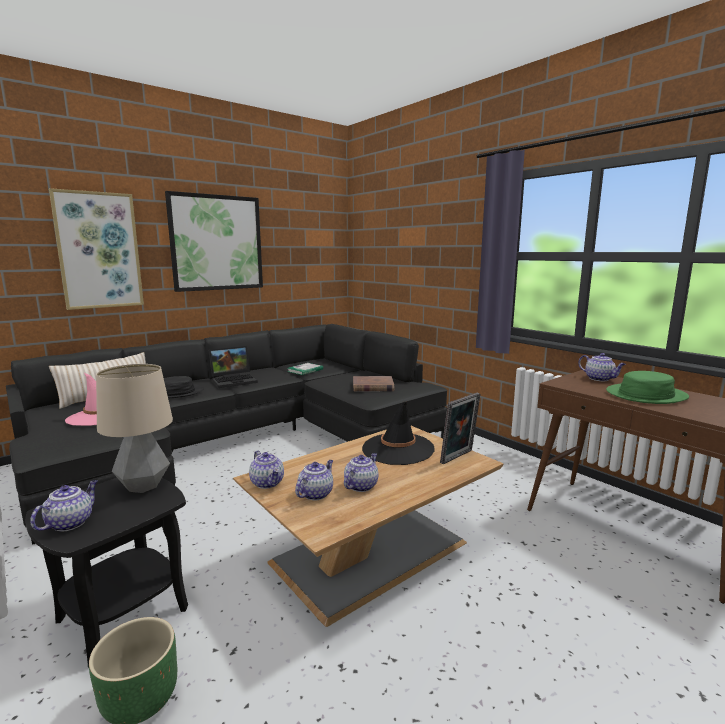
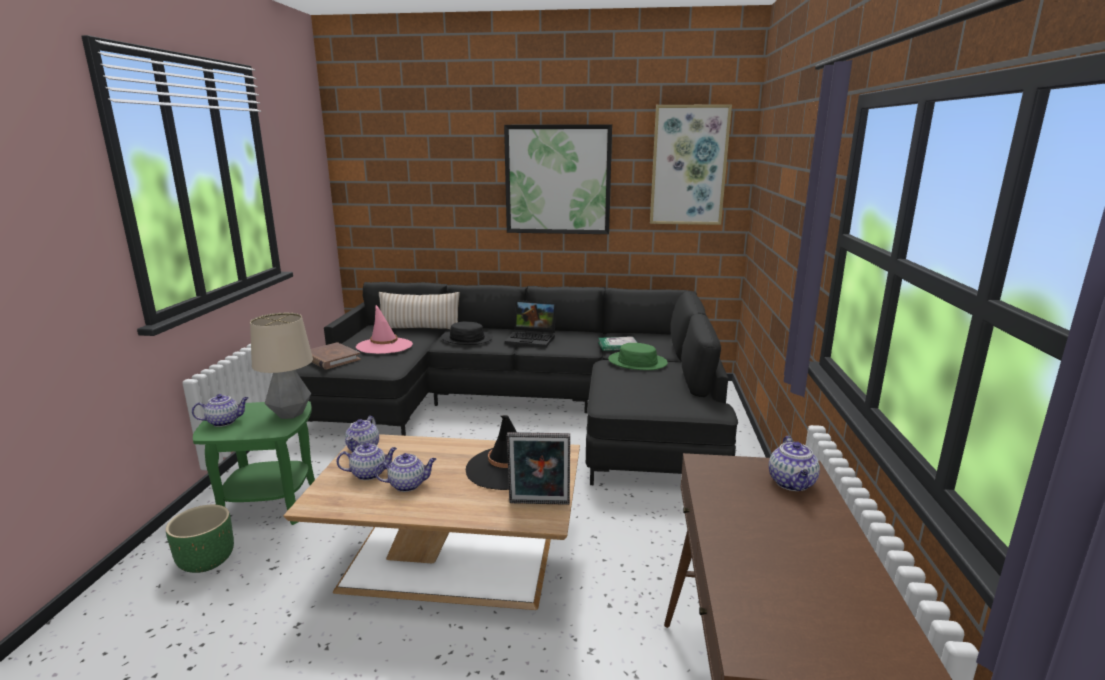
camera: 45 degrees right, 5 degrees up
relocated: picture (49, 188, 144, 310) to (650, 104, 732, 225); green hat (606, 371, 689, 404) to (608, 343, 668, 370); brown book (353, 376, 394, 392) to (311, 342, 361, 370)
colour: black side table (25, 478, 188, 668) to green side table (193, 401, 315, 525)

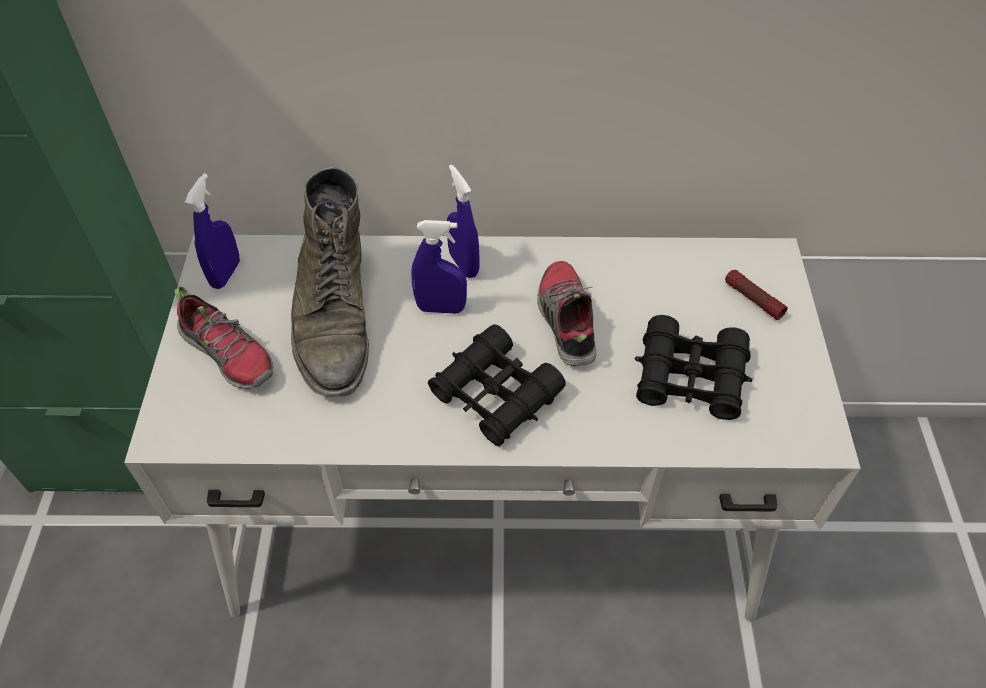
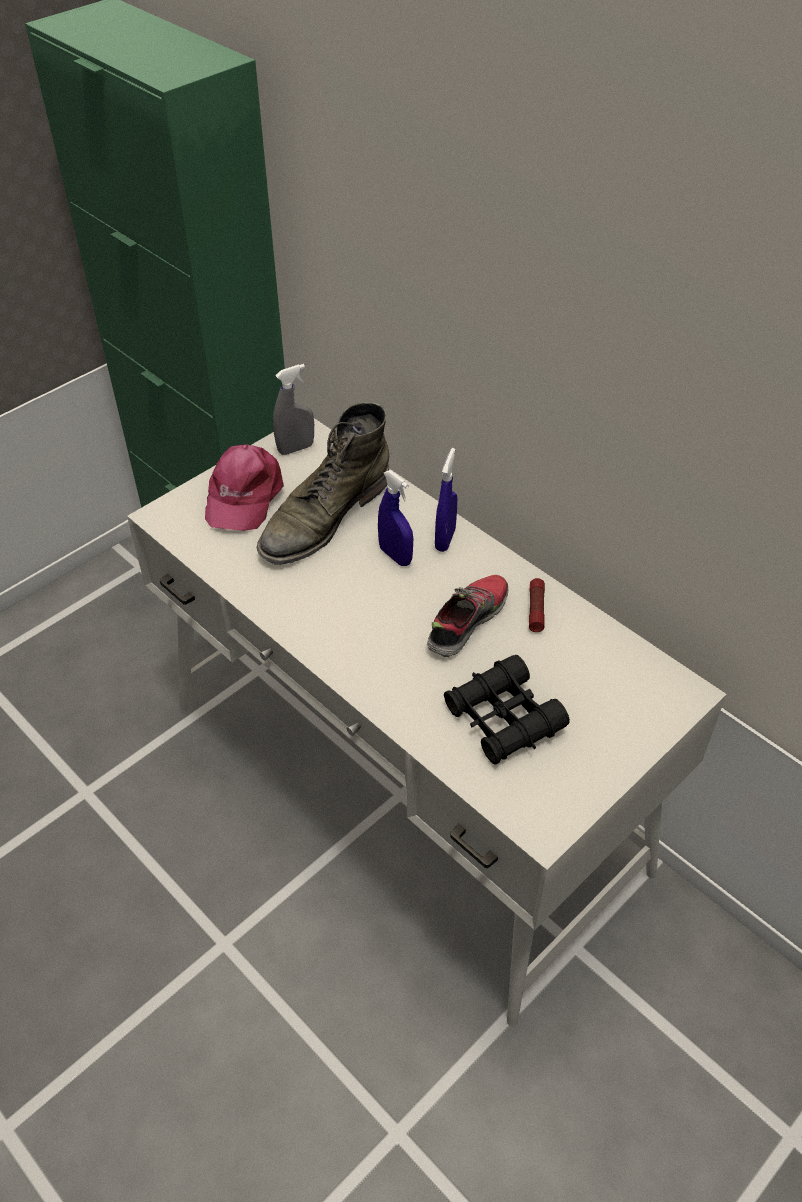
camera: 45 degrees right, 5 degrees down
missing: black binoculars (428, 324, 566, 446)
relocated: flashlight (725, 270, 788, 320) to (529, 578, 545, 632)
exchanged: shoe (174, 287, 274, 389) to pink cap (205, 444, 284, 531)
colour: blue spray bottle (185, 173, 240, 289) to grey spray bottle (273, 364, 314, 455)

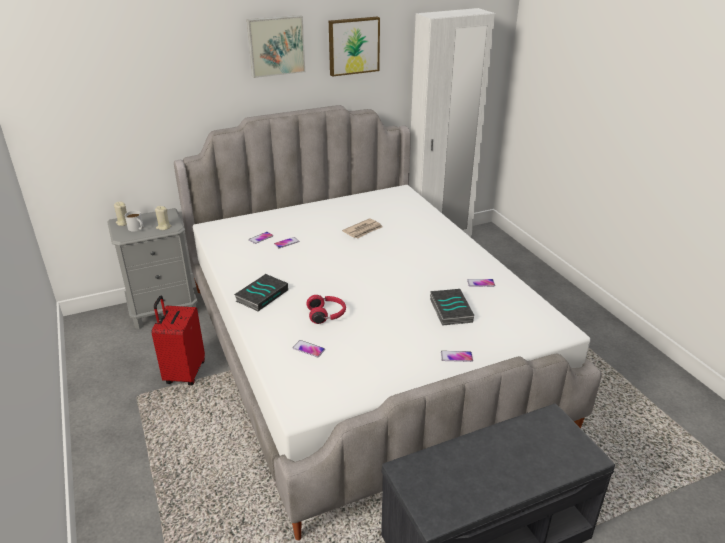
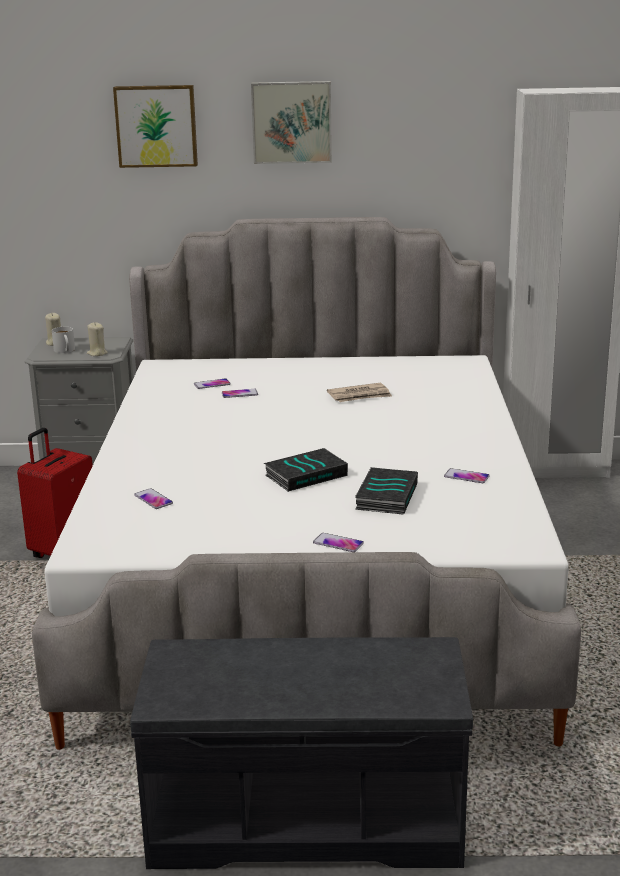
camera: 25 degrees right, 10 degrees down
missing: red headphones (306, 295, 346, 324)
relocated: picture (329, 17, 380, 77) to (113, 85, 198, 168); book (234, 274, 288, 311) to (264, 448, 348, 492)

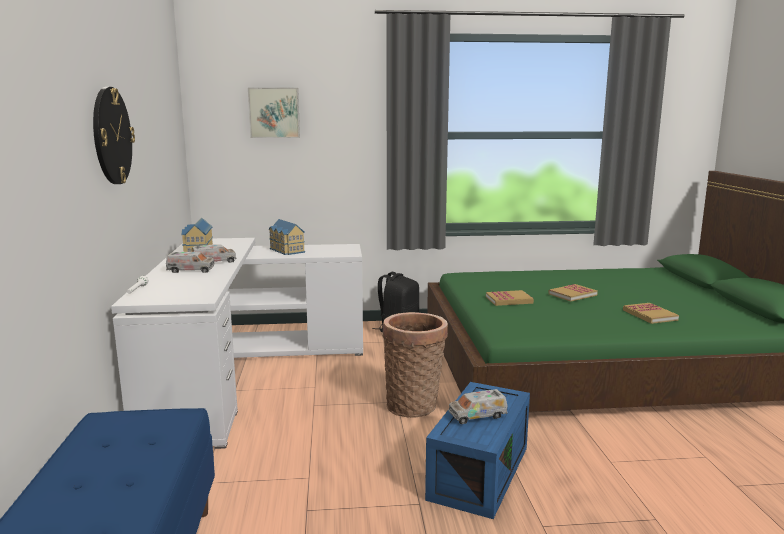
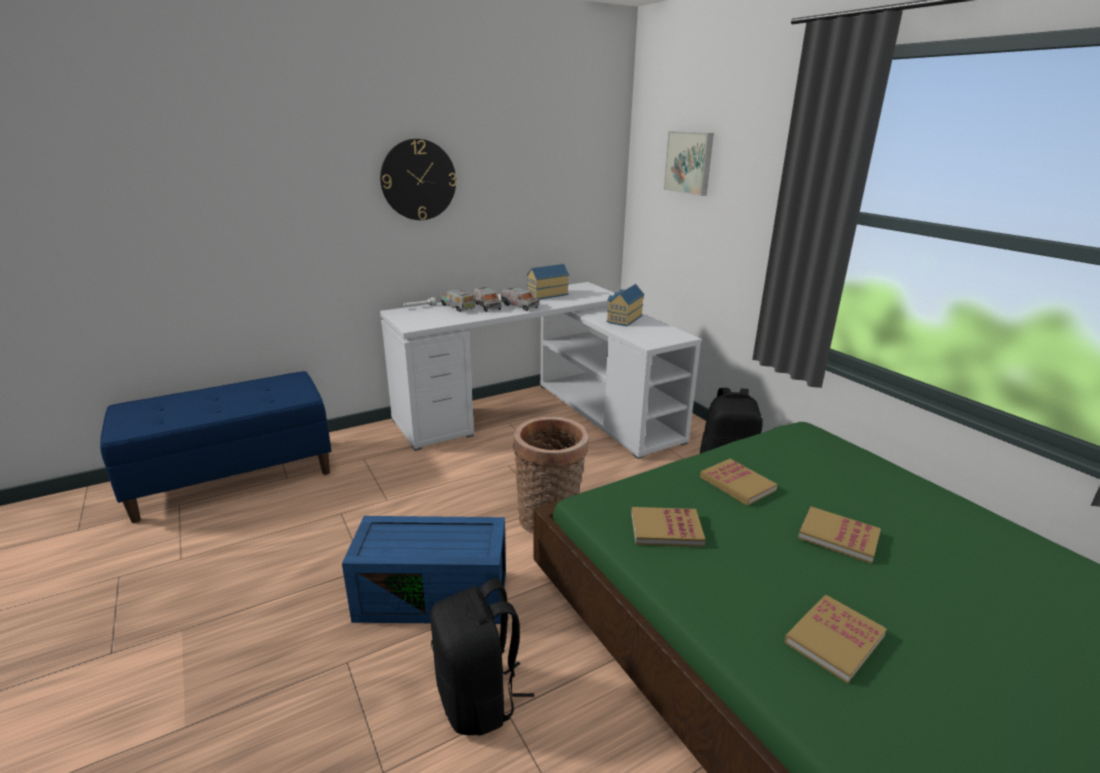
camera: 65 degrees right, 10 degrees up
appeared: book (631, 507, 705, 547); black backpack (430, 579, 534, 736)
relocated: toy truck (448, 389, 508, 424) to (441, 290, 475, 312)

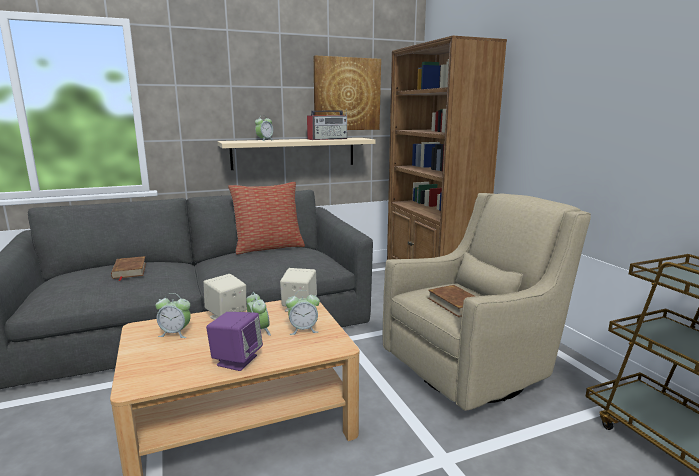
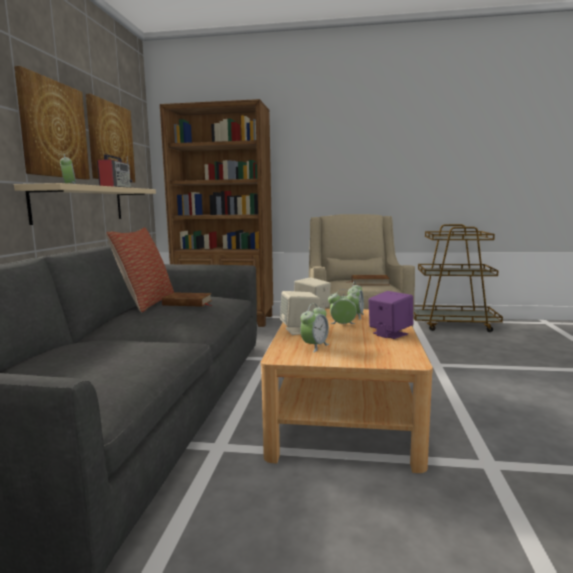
camera: 60 degrees left, 5 degrees down
appeared: picture (14, 66, 90, 180)
relocated: brown book (111, 256, 146, 281) to (162, 292, 212, 307)

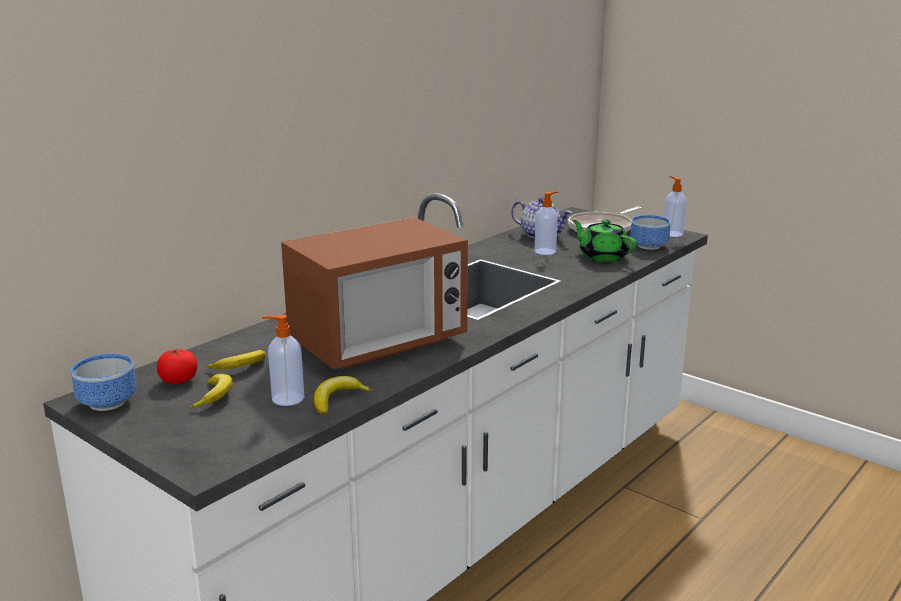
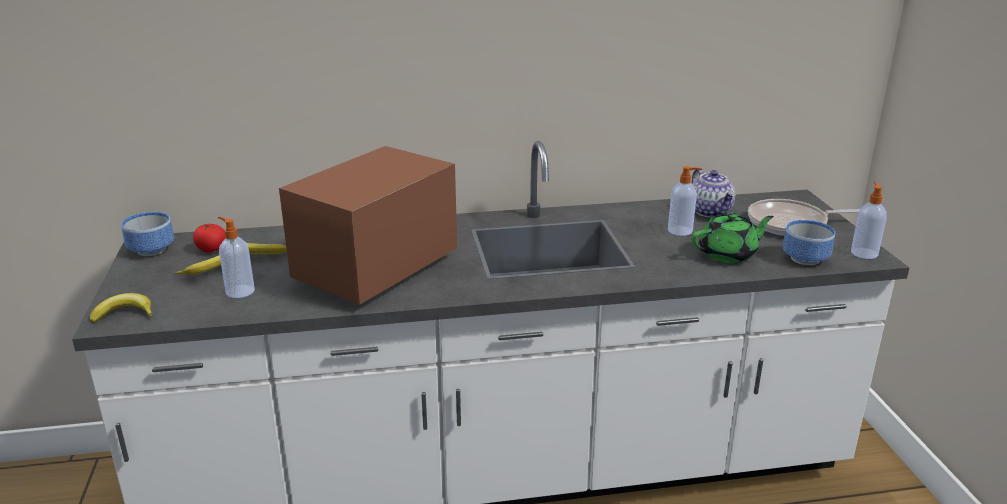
camera: 40 degrees right, 5 degrees up
relocated: banana (314, 376, 373, 415) to (90, 293, 153, 323)
spun: microwave (281, 217, 468, 370) = (279, 146, 457, 305) 120 degrees clockwise; green teapot (572, 219, 637, 262) = (692, 213, 774, 263) 75 degrees clockwise

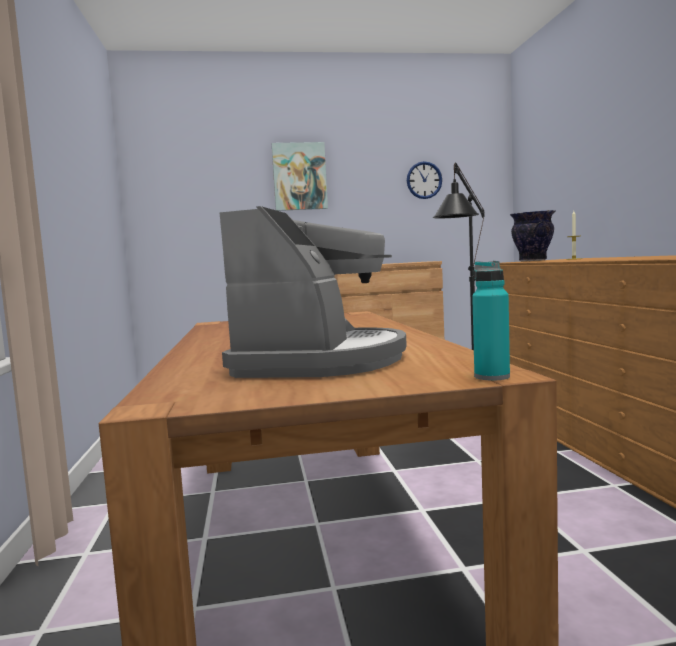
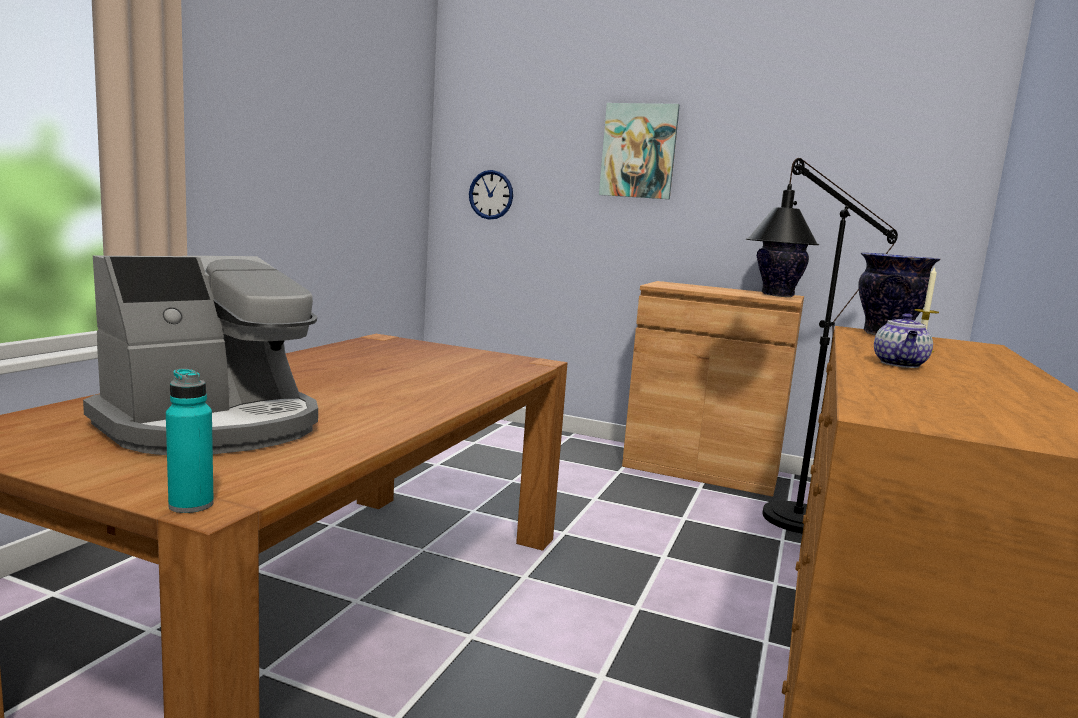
camera: 30 degrees right, 5 degrees up
appeared: vase (757, 241, 809, 297); teapot (874, 313, 933, 368)
relocated: wall clock (407, 161, 442, 199) to (469, 170, 513, 220)

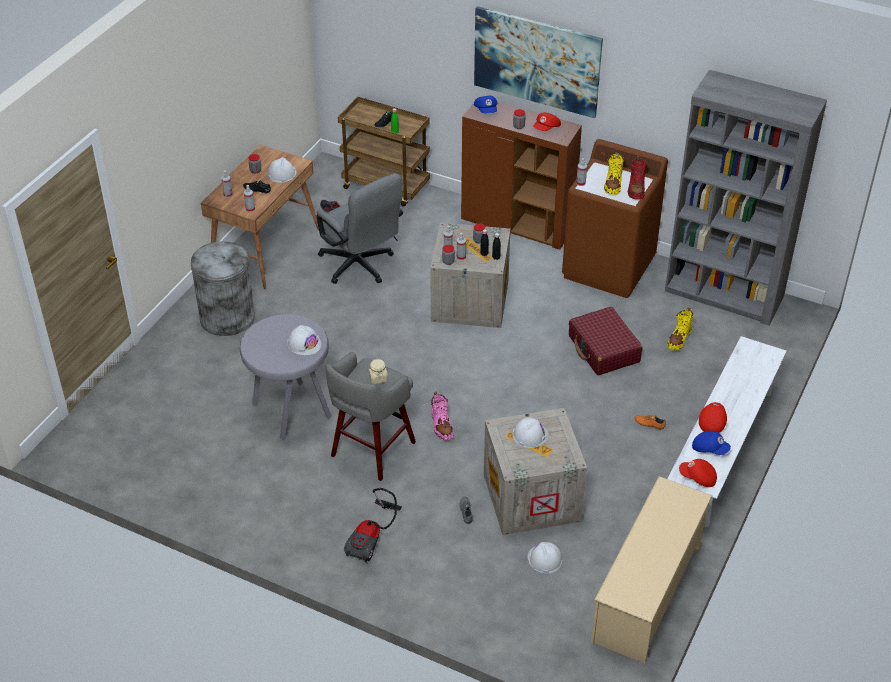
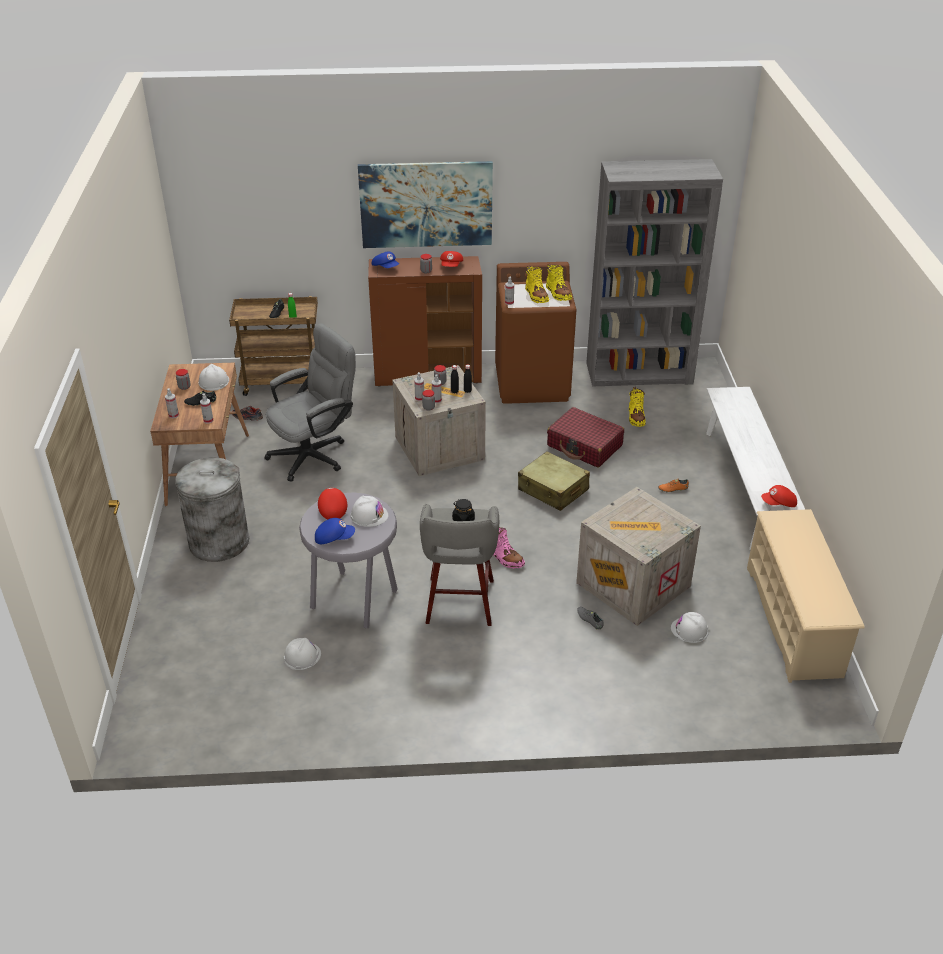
camera: 30 degrees left, 5 degrees down
missing: vacuum cleaner (344, 488, 402, 563)
appeared: beige suitcase (518, 451, 590, 511)
relocated: red cap (699, 402, 727, 433) to (318, 488, 347, 519); white hard hat (512, 417, 549, 448) to (284, 638, 321, 670); blue cap (692, 431, 731, 455) to (315, 518, 355, 544)
colour: red boot (628, 156, 647, 200) to yellow boot (546, 264, 572, 301); beige jar (368, 359, 388, 384) to black jar (452, 499, 475, 521)
spun: grey office chair (316, 173, 403, 284) = (264, 323, 356, 482) 60 degrees counterclockwise

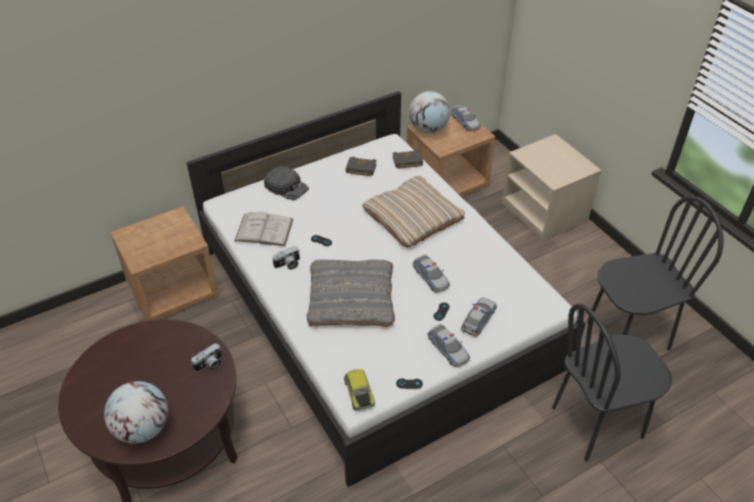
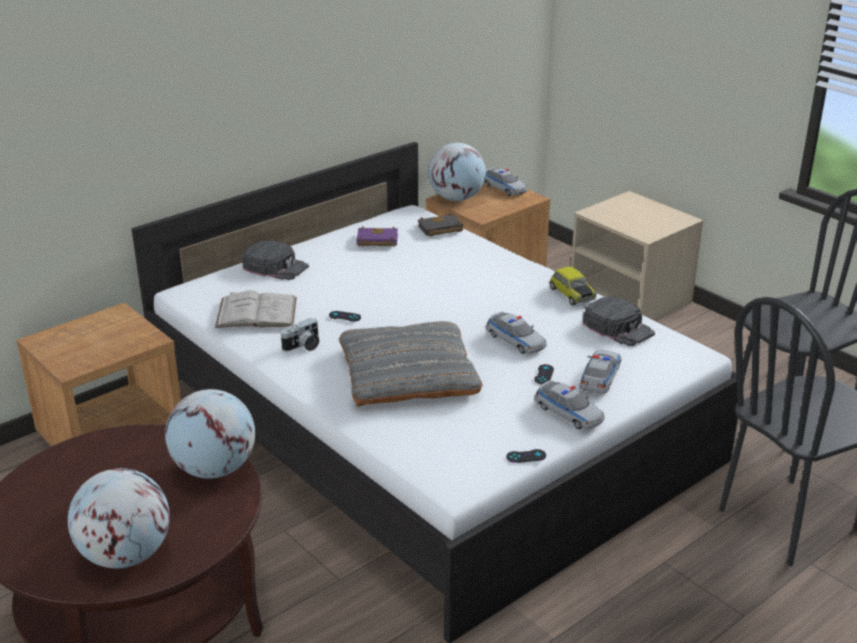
camera: 10 degrees left, 15 degrees down
missing: beige pillow (362, 176, 465, 248)
appeared: black cap (583, 296, 655, 346)
relocated: toy car (344, 369, 375, 411) to (549, 267, 597, 305)
exchanged: photo camera (191, 343, 222, 372) to globe (165, 389, 255, 479)
colour: black book (346, 157, 377, 176) to purple book (357, 227, 398, 247)

